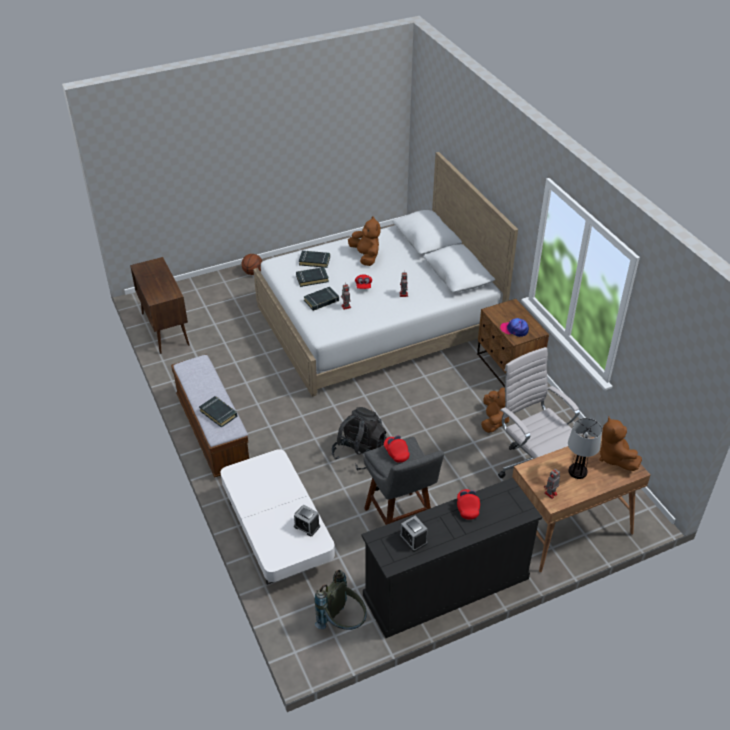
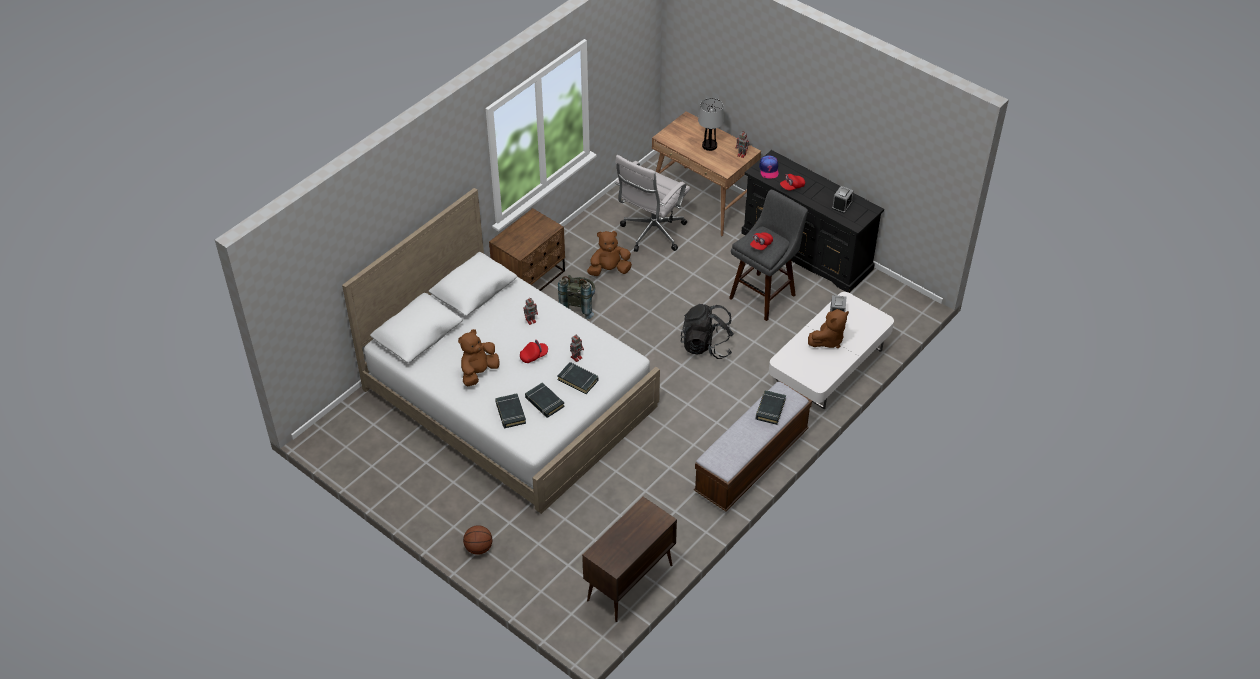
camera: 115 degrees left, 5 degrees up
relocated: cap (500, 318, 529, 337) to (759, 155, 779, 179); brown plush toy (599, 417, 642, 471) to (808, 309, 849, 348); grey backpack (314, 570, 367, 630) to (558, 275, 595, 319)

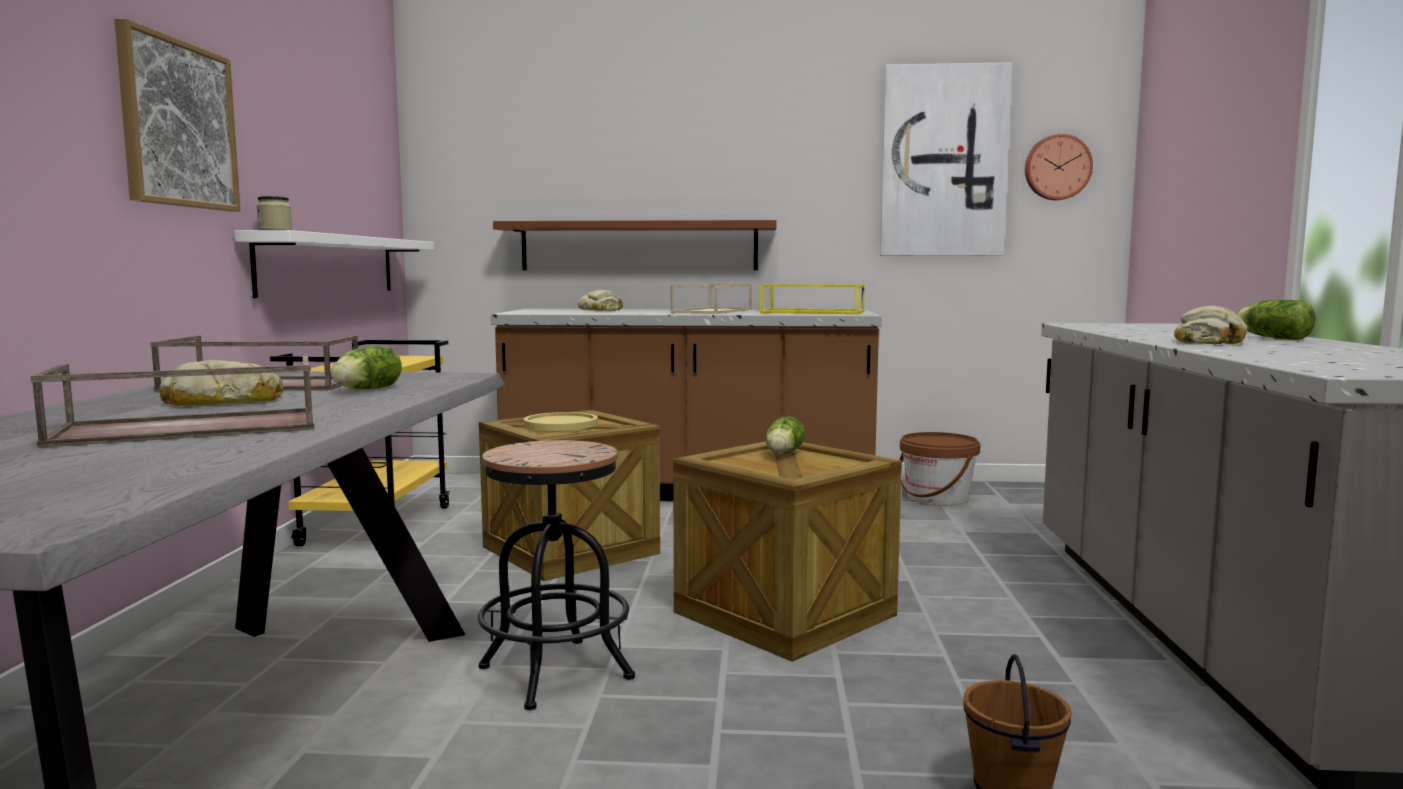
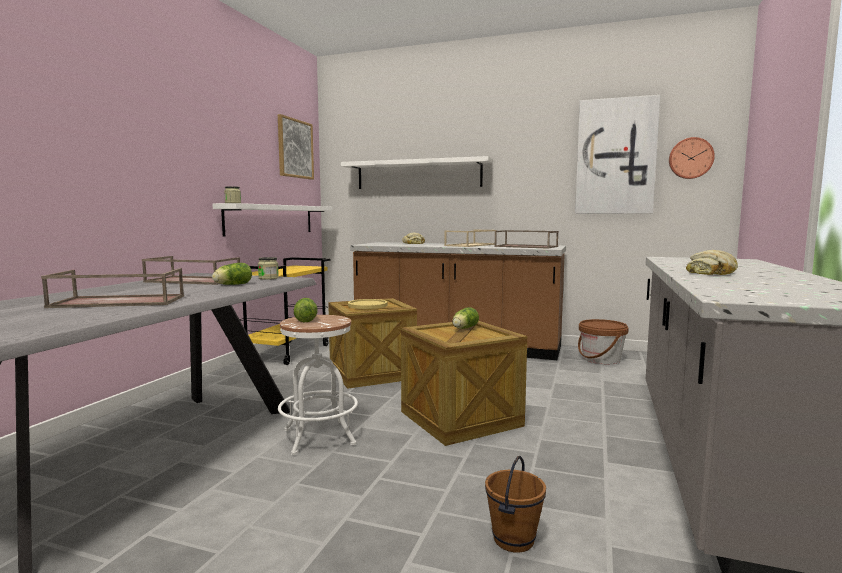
camera: 15 degrees right, 0 degrees up
missing: brown shelf (493, 220, 777, 270); bread (159, 360, 283, 406)
appeared: white shelf (341, 156, 493, 189); jar (258, 257, 279, 280)
relocated: picture (114, 19, 241, 211) to (278, 114, 314, 180); lettuce (1237, 300, 1315, 340) to (294, 298, 318, 322)
colour: yellow tray (760, 284, 865, 314) to brown tray (494, 230, 559, 249); black stool (478, 440, 635, 710) to white stool (278, 315, 358, 455)

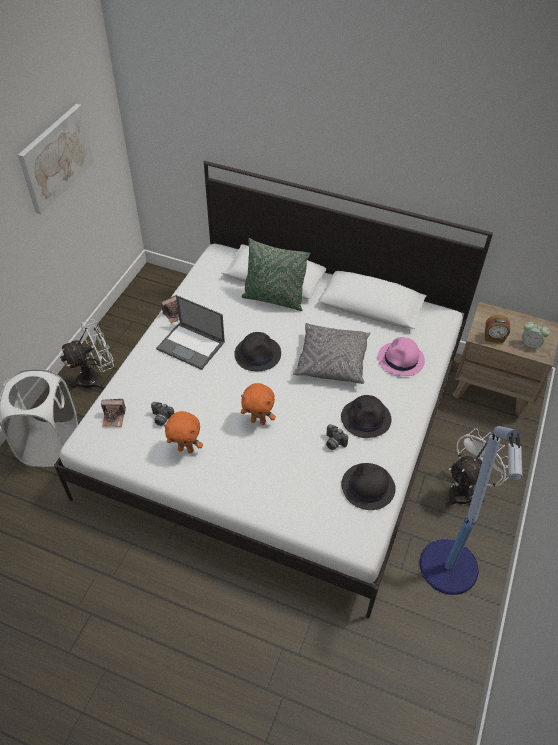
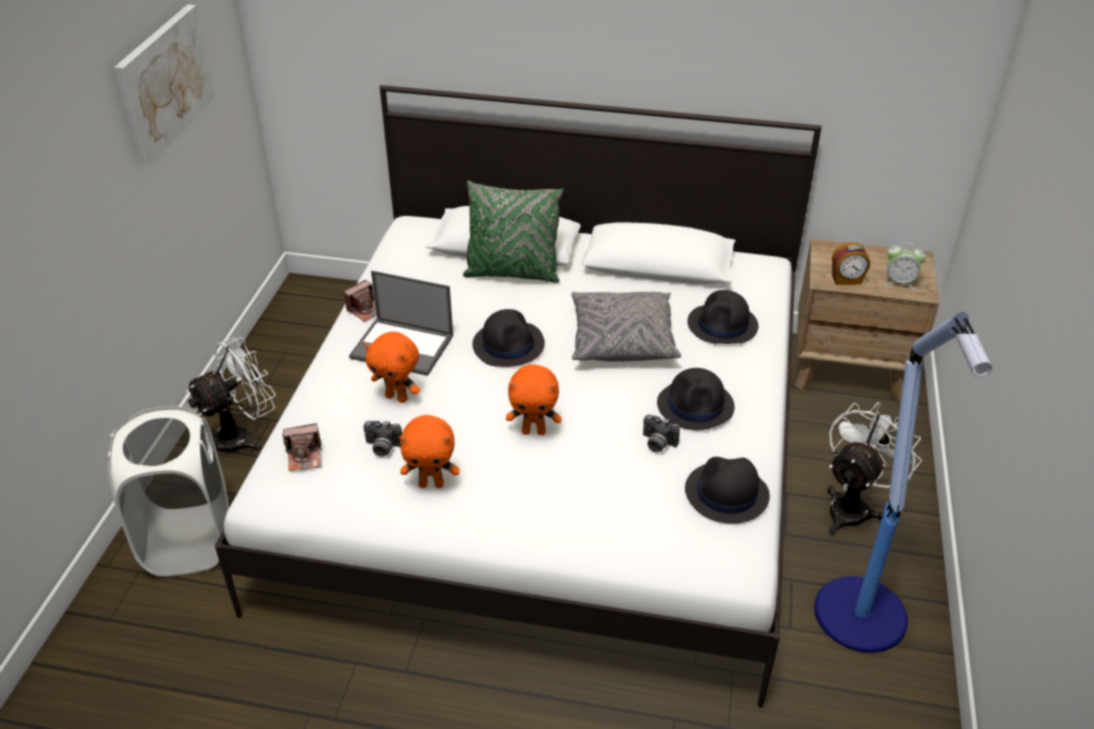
camera: 10 degrees left, 10 degrees down
appeared: orange plush toy (365, 332, 420, 403)
colour: pink hat (378, 337, 425, 376) to black hat (687, 290, 759, 344)

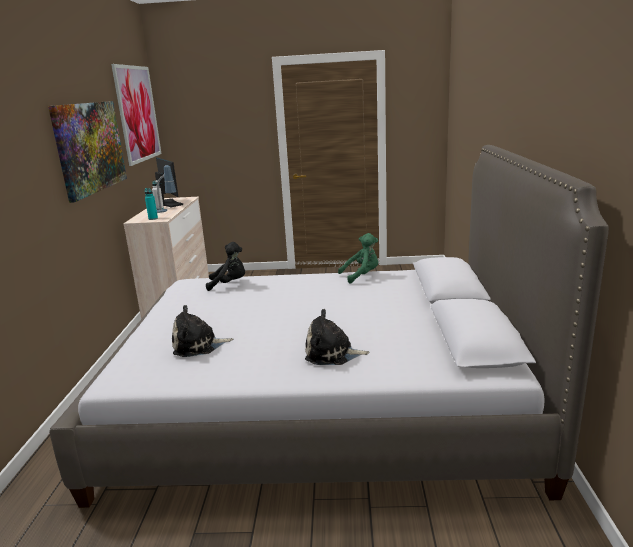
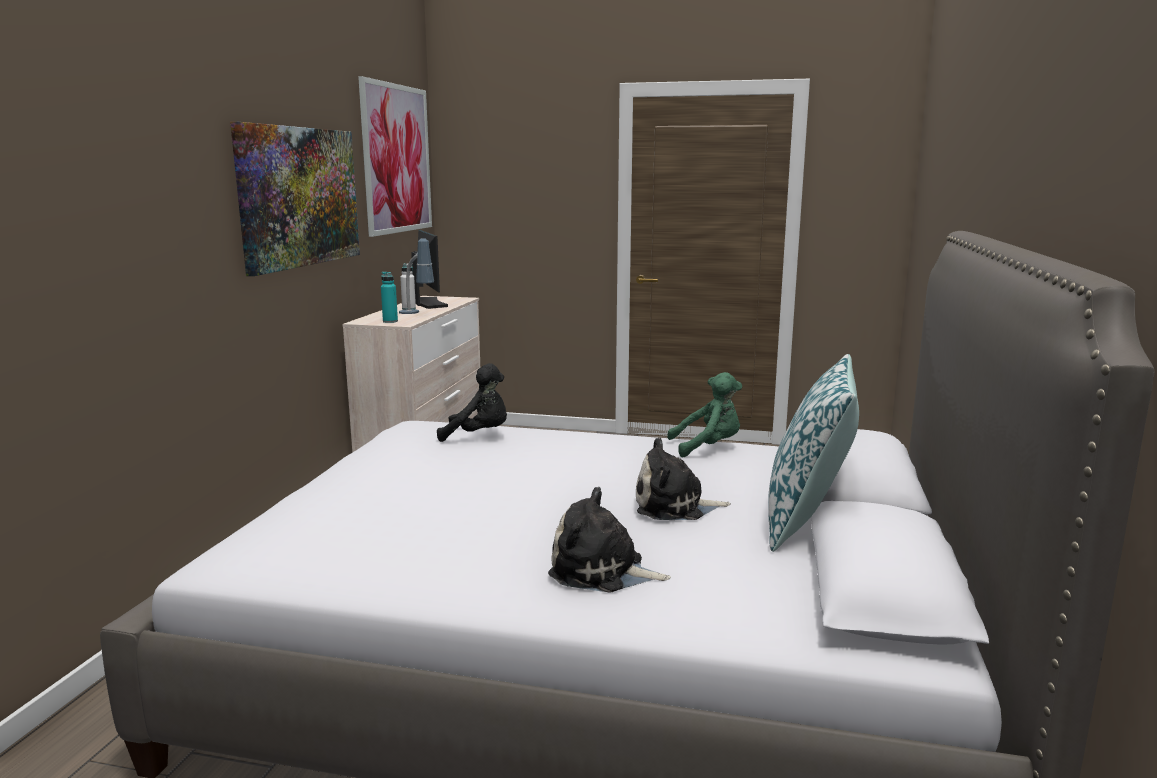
camera: 10 degrees right, 5 degrees down
appeared: pillow (768, 354, 859, 552)
relocated: plush toy (172, 305, 233, 357) to (636, 438, 731, 520)

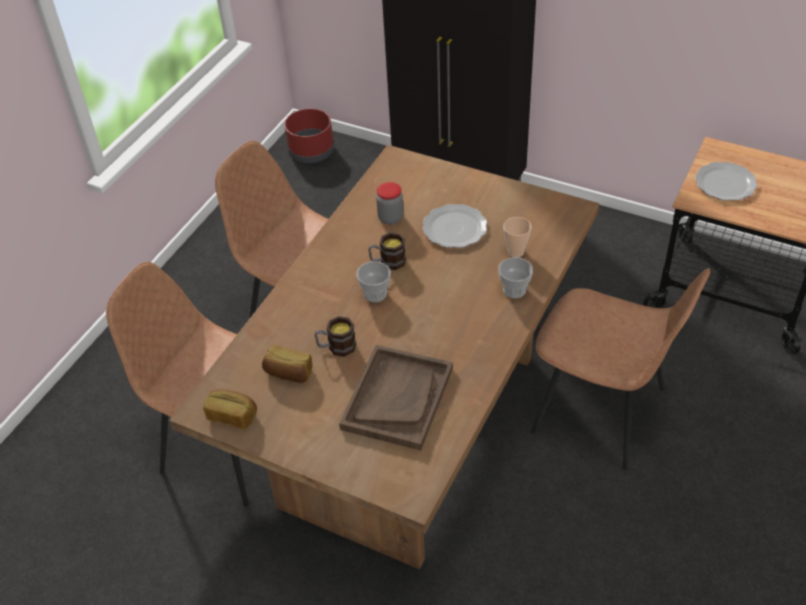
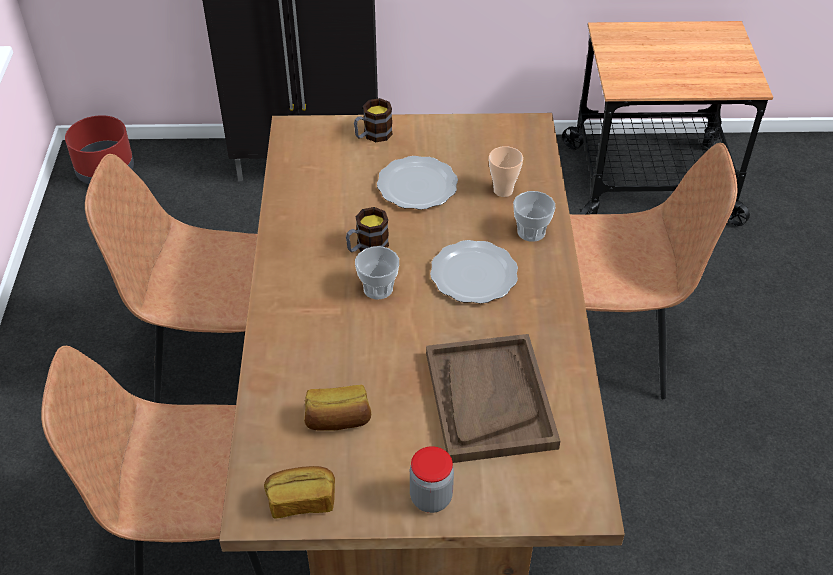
camera: 30 degrees left, 0 degrees up
relocated: plate (695, 162, 758, 201) to (430, 240, 518, 304); jar (376, 182, 404, 225) to (410, 446, 454, 513); mug (315, 316, 356, 357) to (354, 98, 393, 142)

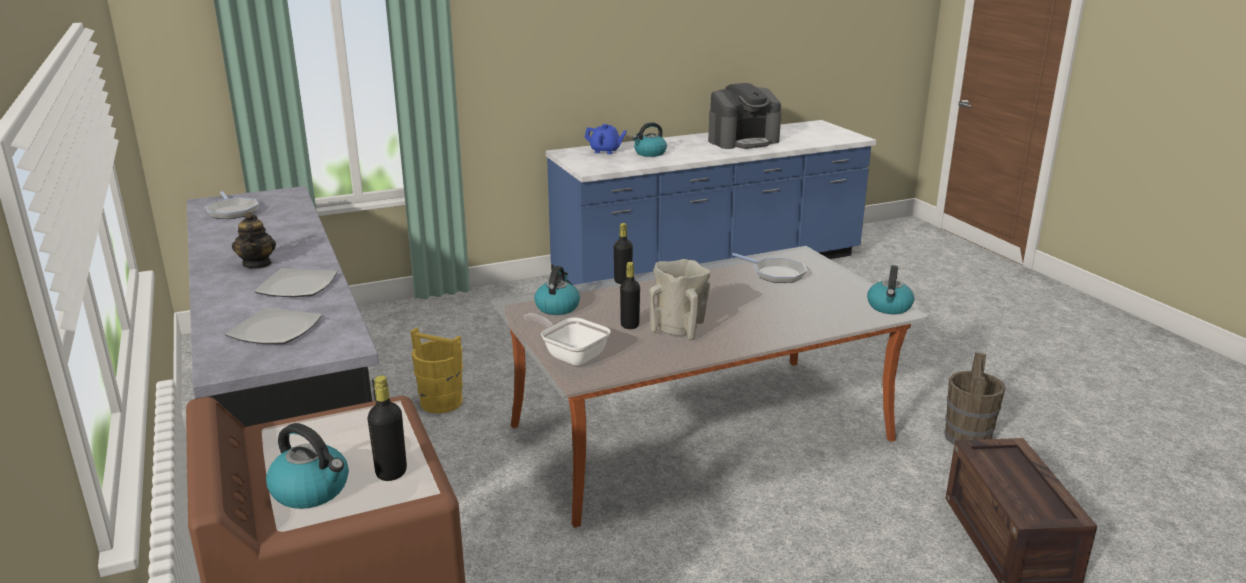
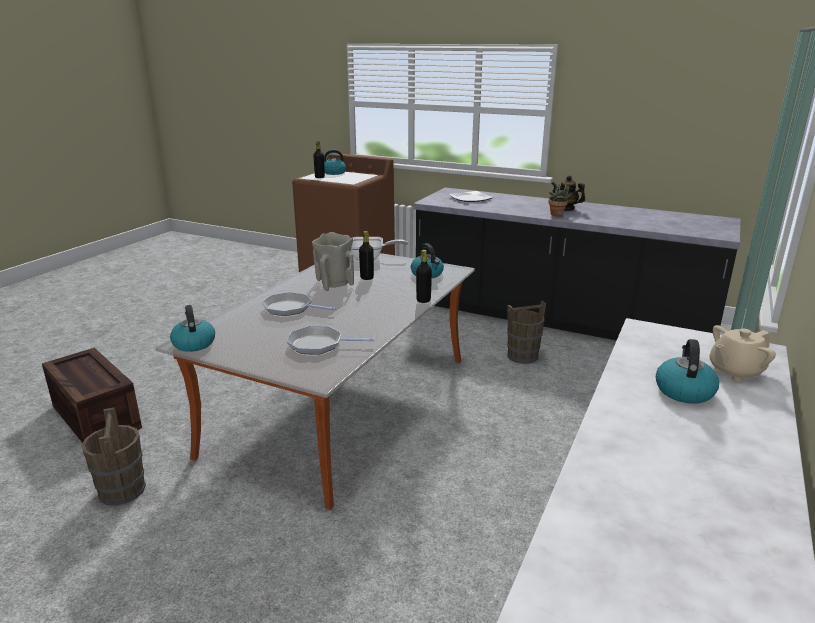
camera: 140 degrees right, 0 degrees up
missing: coffee machine (708, 83, 781, 149); plate (254, 268, 337, 297)
appeared: potted plant (548, 181, 572, 216)
relocated: frying pan (205, 191, 259, 219) to (262, 292, 336, 316)
colour: blue teapot (584, 124, 627, 154) to beige teapot (709, 325, 776, 382); yellow bucket (410, 328, 463, 414) to brown bucket (507, 301, 546, 364)

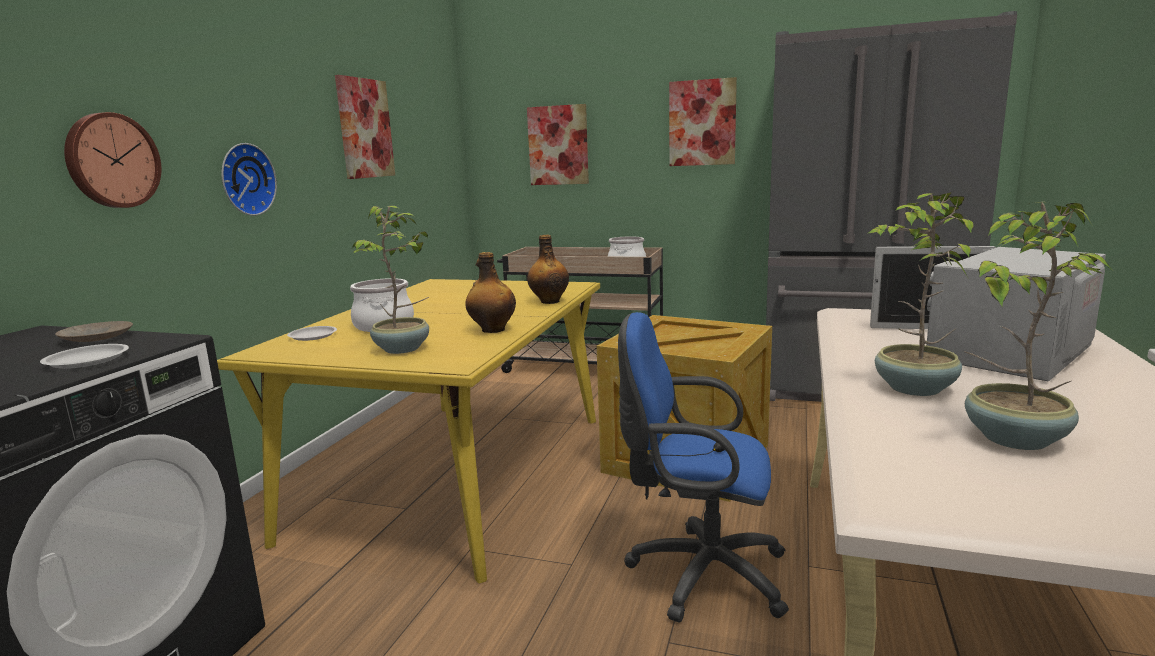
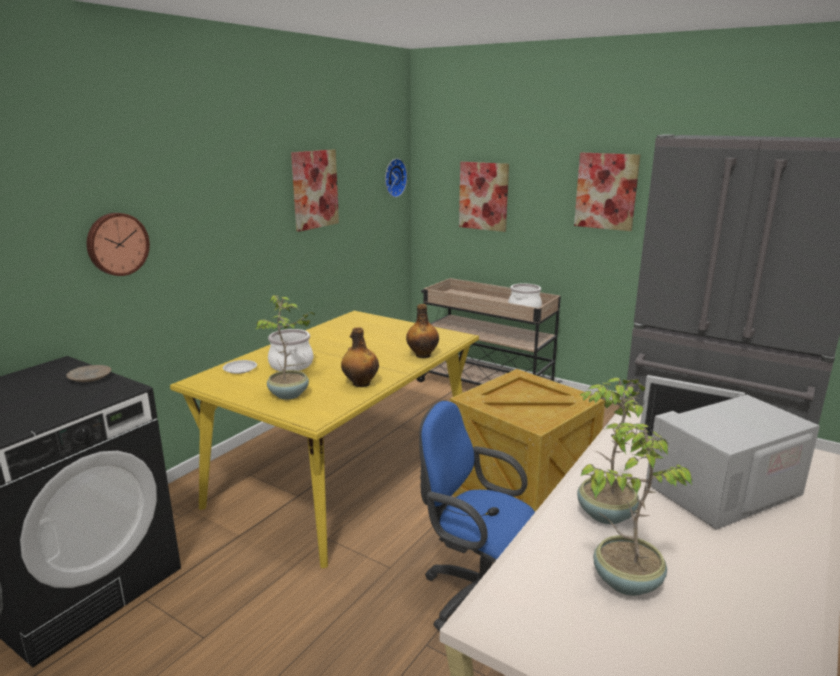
camera: 15 degrees right, 5 degrees up
missing: white plate (40, 344, 129, 369)
relocated: wall clock (221, 143, 277, 216) to (385, 158, 407, 197)

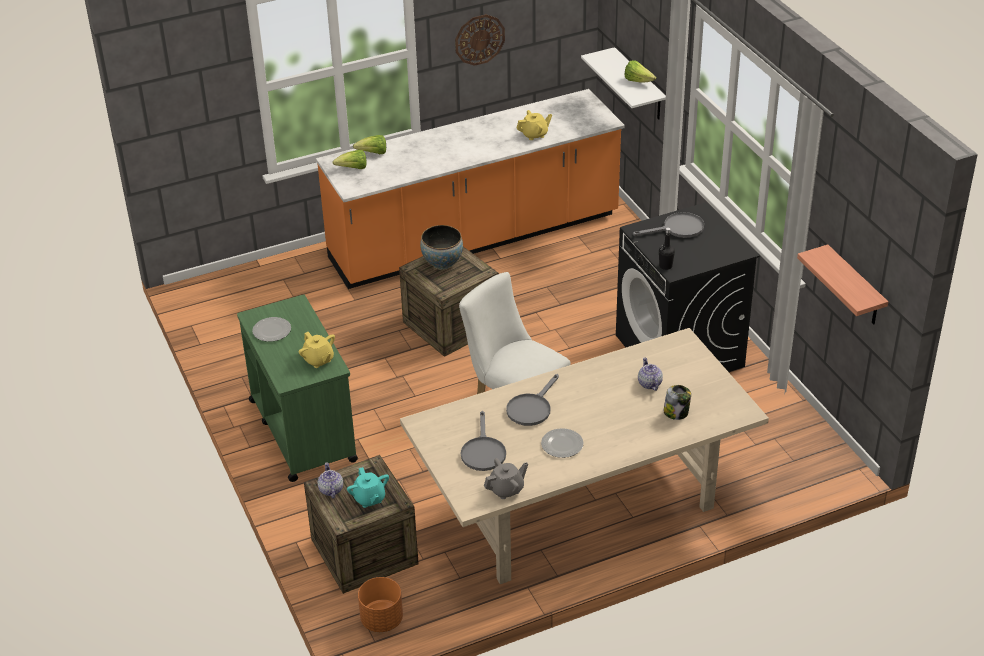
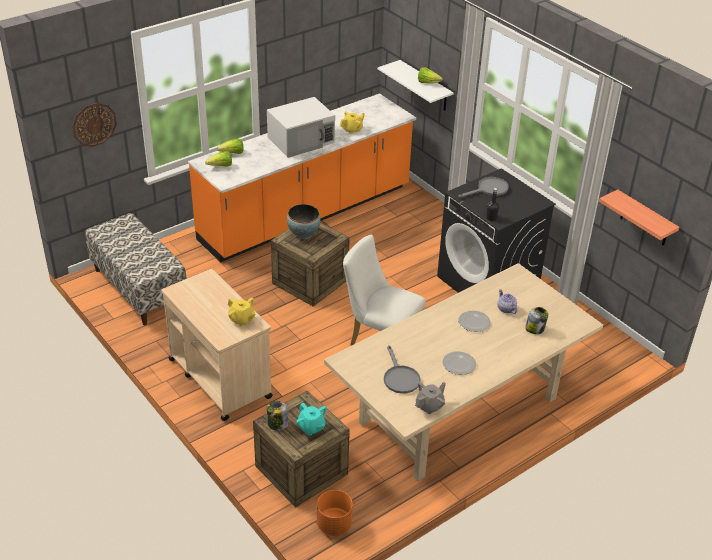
camera: 15 degrees left, 0 degrees up
missing: grey frying pan (506, 374, 559, 426)
appeared: white microwave (267, 97, 335, 158); bench (85, 213, 187, 325)
relocated: wall clock (455, 14, 505, 66) to (72, 103, 117, 147); plate (252, 317, 291, 342) to (458, 311, 491, 332)
exchanged: teapot (318, 463, 343, 498) to jar (267, 401, 288, 430)
colour: green cart (237, 294, 358, 482) to beige cart (161, 269, 273, 421)

